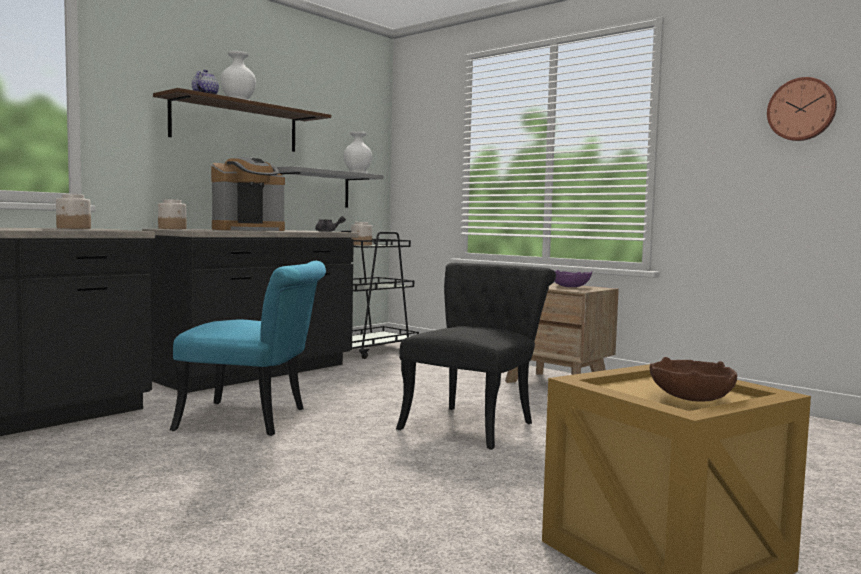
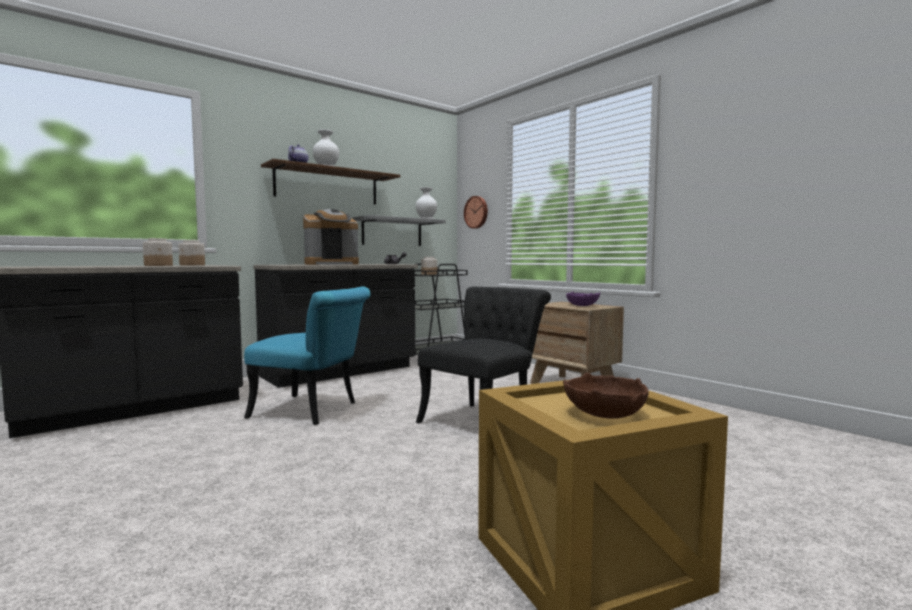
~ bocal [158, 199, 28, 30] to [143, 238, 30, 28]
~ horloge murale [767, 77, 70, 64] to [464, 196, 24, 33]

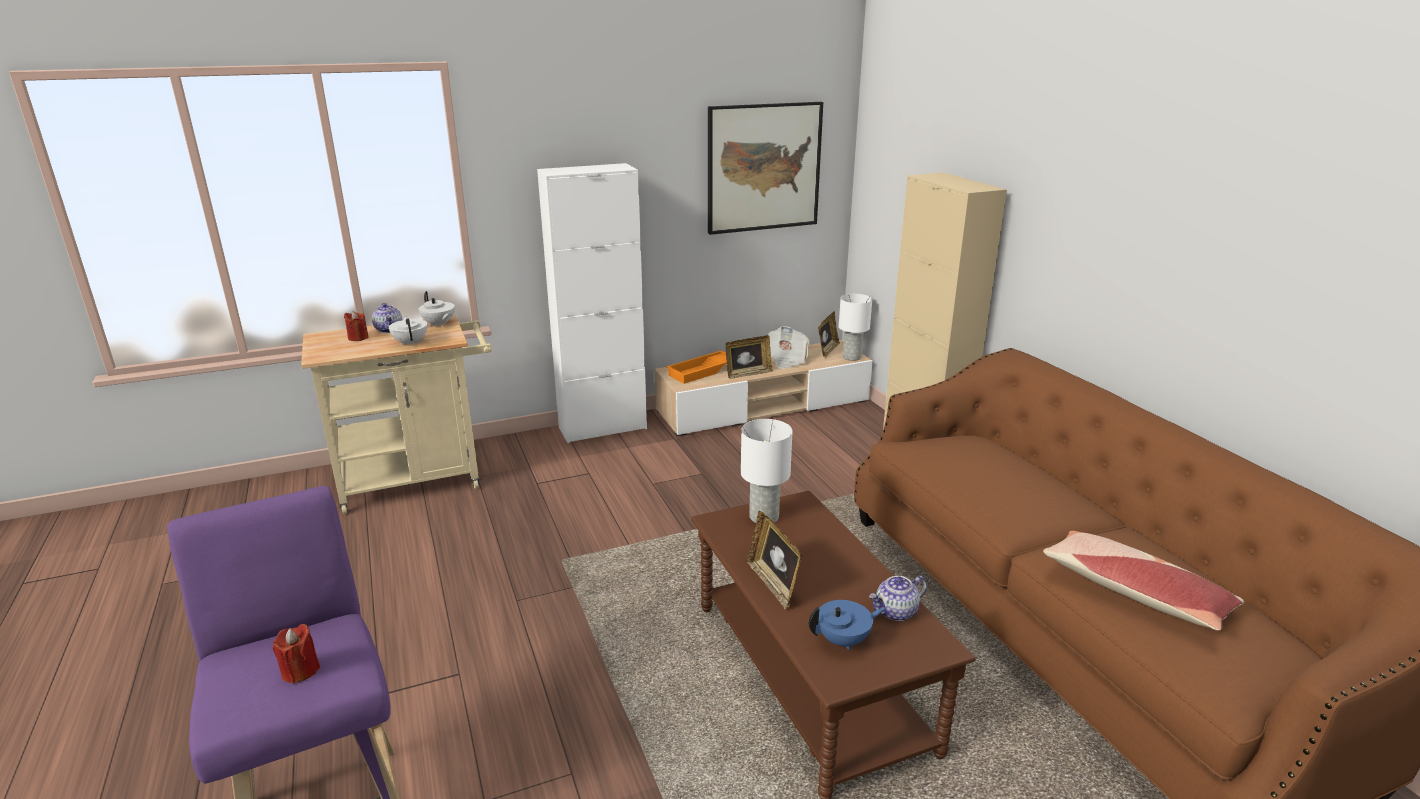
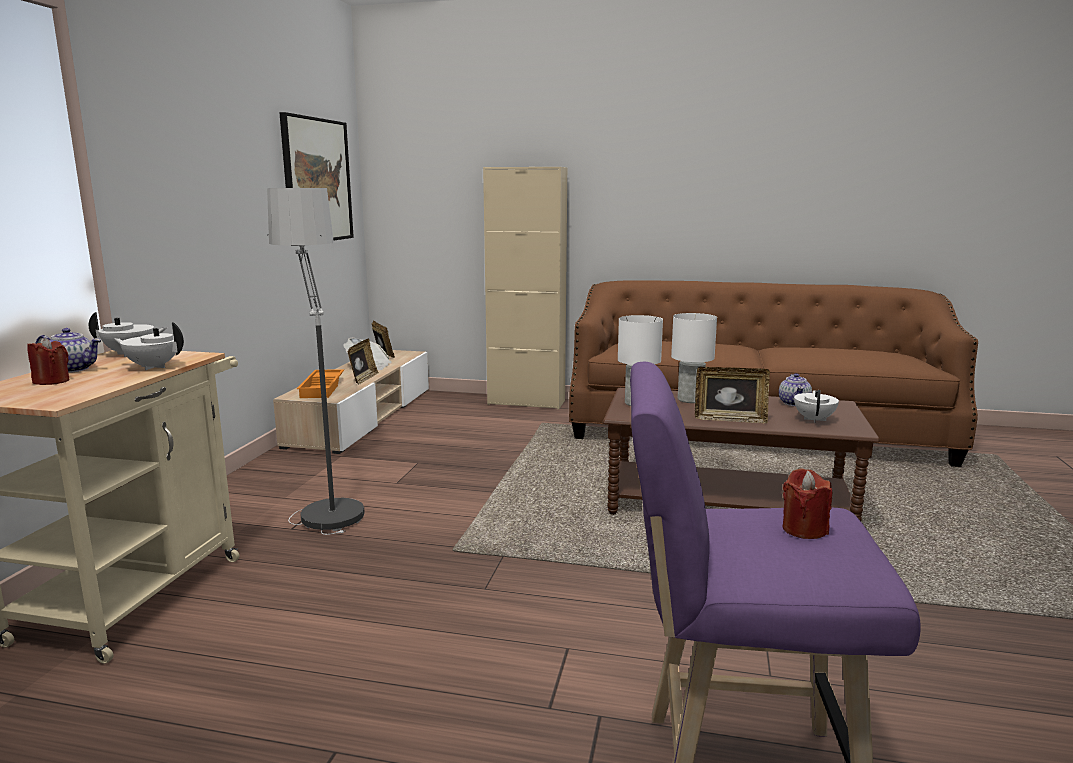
- meuble de rangement (blanc) [537, 163, 110, 280]
~ théière (bleu) [809, 600, 75, 50] to théière (blanc) [794, 390, 45, 33]
~ lampe de table (blanc) [839, 294, 33, 67] to [671, 313, 46, 90]
- coussin [1043, 531, 201, 99]
+ lampadaire [267, 188, 98, 347]

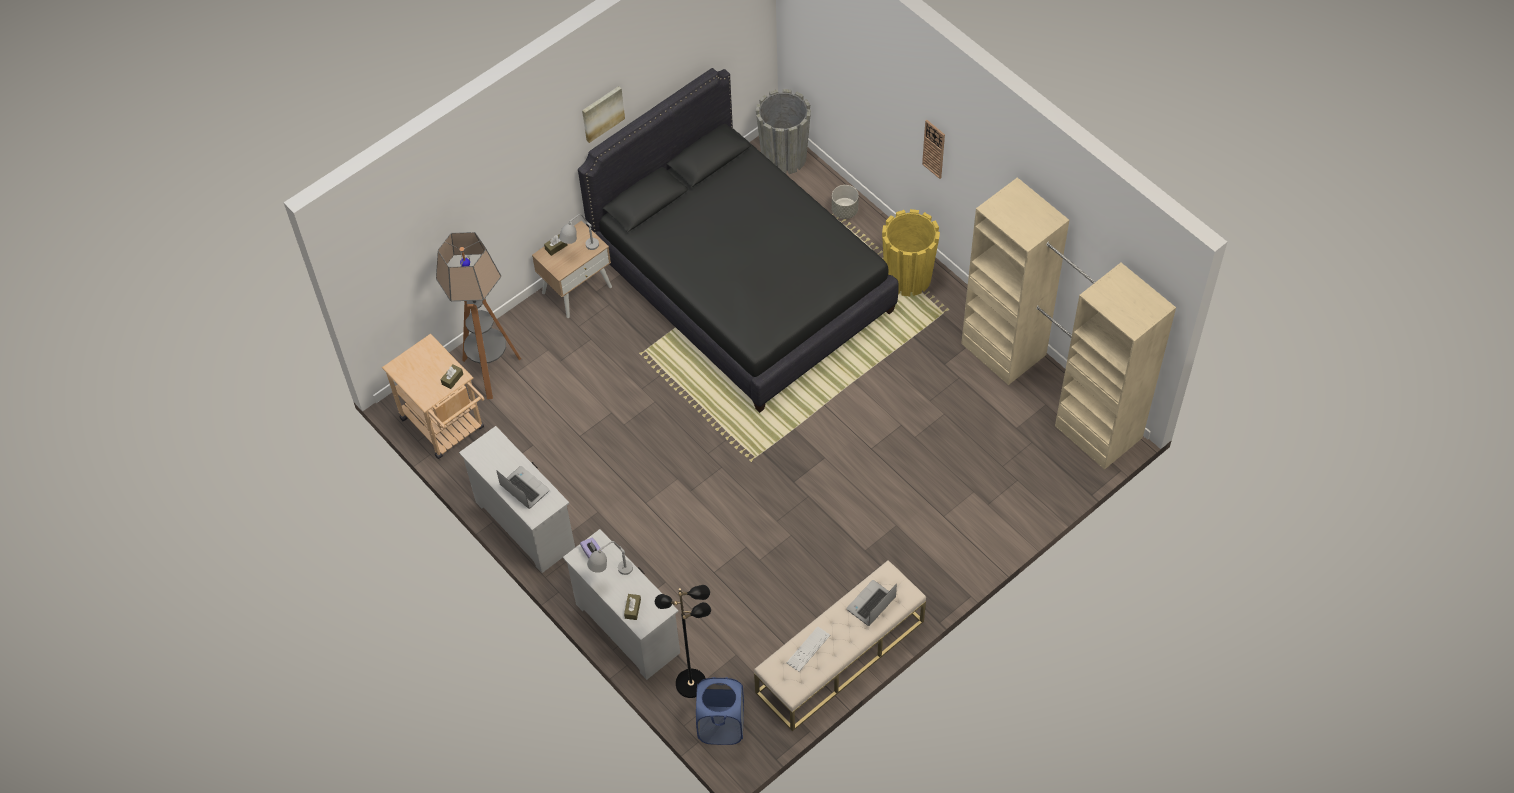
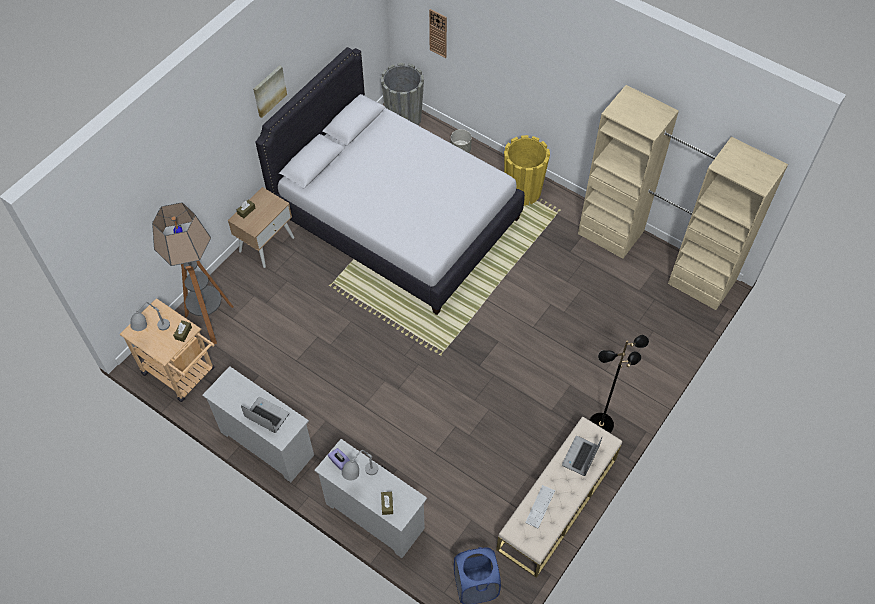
~ lampe de table (gris) [559, 214, 40, 36] to [130, 302, 40, 29]
~ lit (noir) [578, 68, 321, 345] to lit (blanc) [255, 47, 270, 268]
~ lampadaire (noir) [655, 585, 56, 113] to [590, 335, 59, 98]
~ horloge murale [922, 120, 23, 59] to [429, 9, 18, 49]

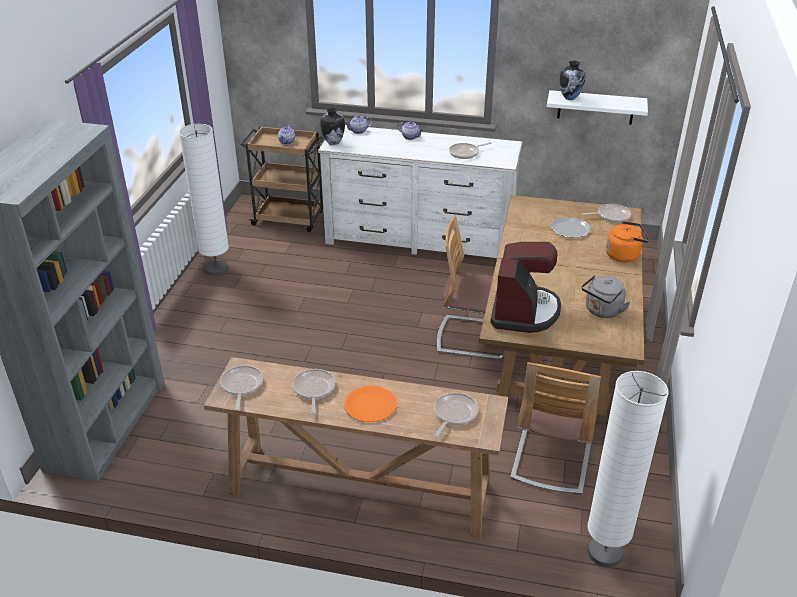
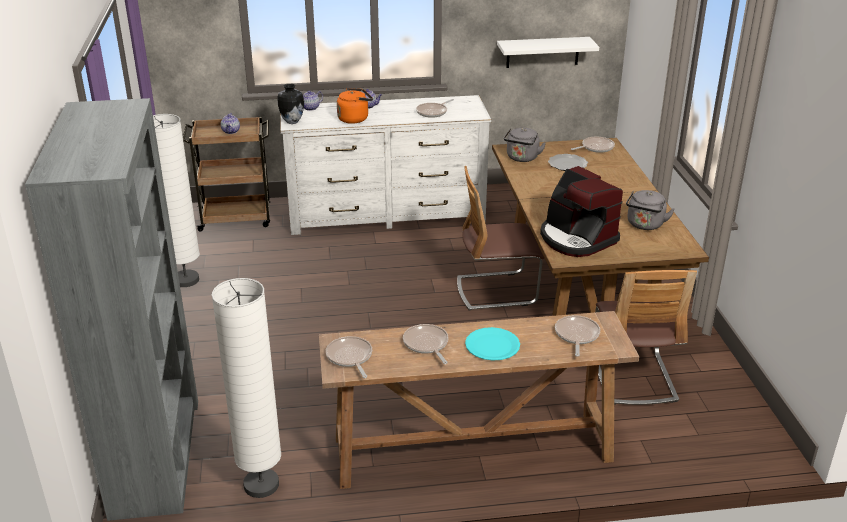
~ assiette (orange) [344, 386, 52, 36] to assiette (turquoise) [465, 327, 55, 34]
~ machine à café [490, 242, 71, 91] = [540, 166, 83, 91] 150 degrees clockwise
- vase [560, 61, 26, 39]
~ lampadaire (blanc) [588, 371, 81, 196] to [212, 278, 69, 220]
~ bouilloire (orange) [606, 221, 43, 41] to [337, 88, 36, 36]
+ bouilloire (gris) [504, 128, 42, 34]

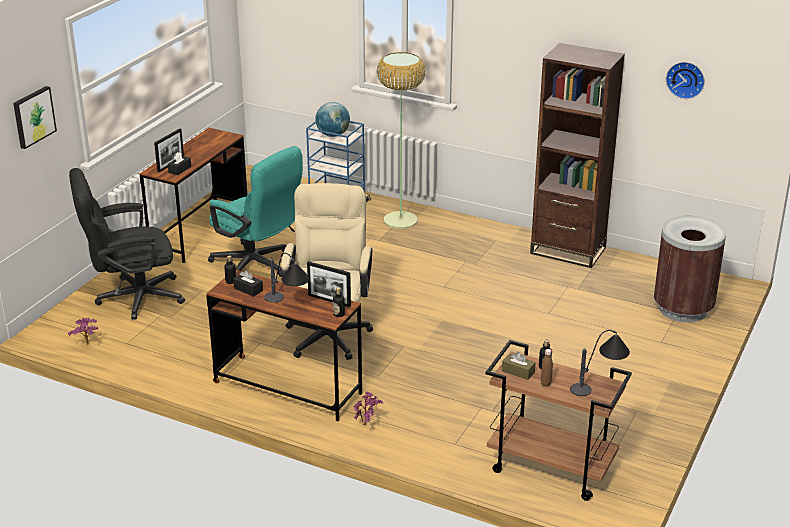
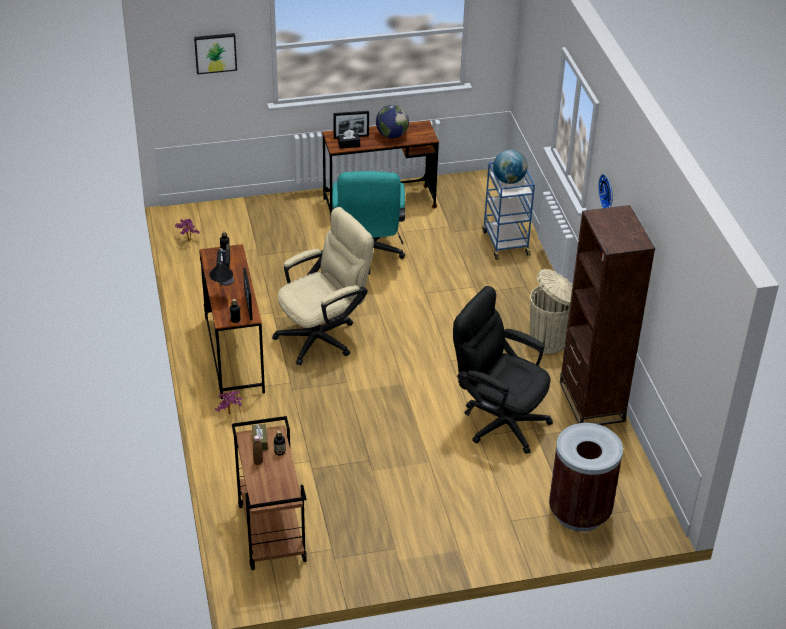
~ chaise de bureau (noir) [69, 168, 116, 152] to [453, 286, 100, 168]
- lampadaire [377, 52, 48, 177]
- lampe de table [570, 330, 60, 66]
~ horloge murale [666, 62, 39, 37] to [598, 174, 15, 34]
+ globe [376, 105, 33, 33]
+ poubelle (beige) [530, 269, 43, 85]

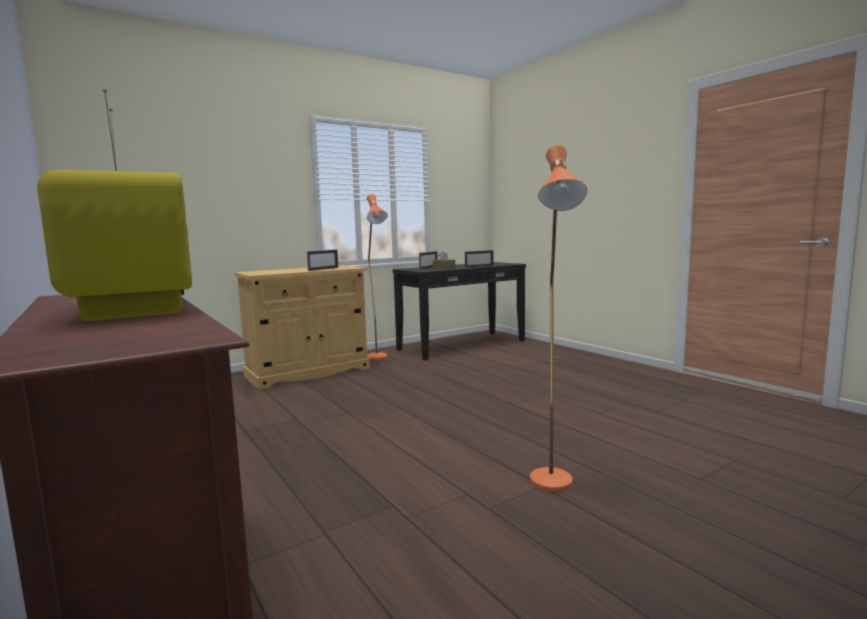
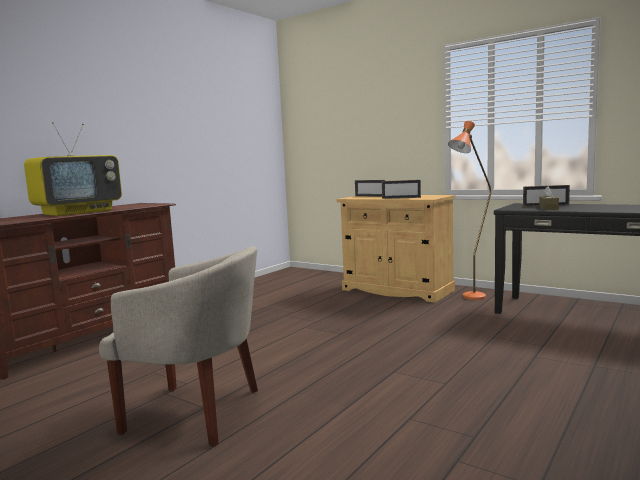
~ cadre photo [465, 250, 29, 18] to [355, 180, 30, 17]
~ lampadaire (orange) [530, 145, 57, 347] to fauteuil (beige) [99, 246, 159, 201]

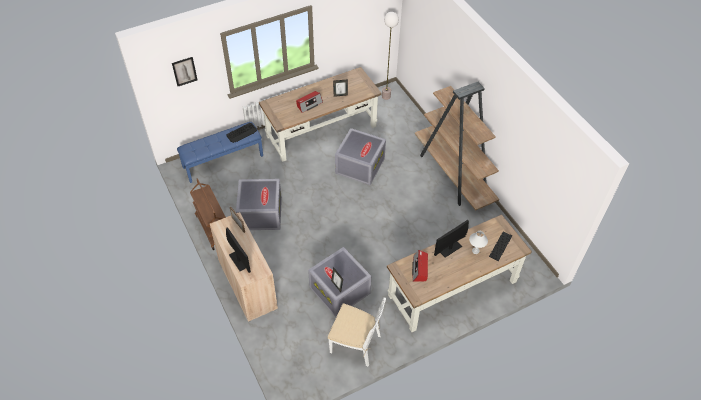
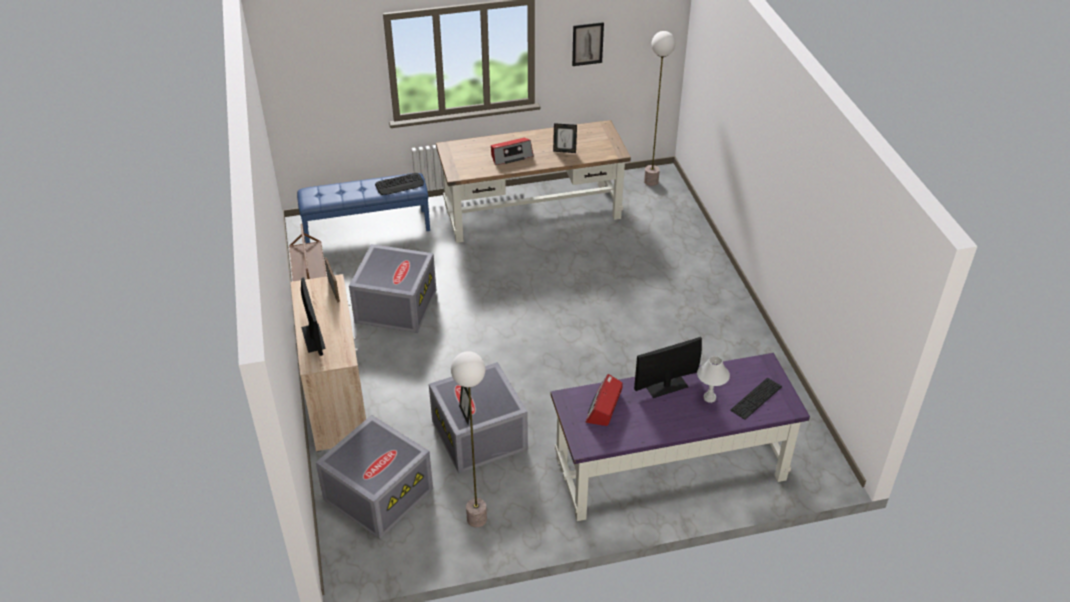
~ tableau [172, 57, 25, 29] to [572, 22, 32, 44]
~ chaise (blanc) [328, 298, 58, 69] to lampadaire [451, 351, 36, 177]
~ boîte de rangement (gris) [335, 128, 51, 57] to [316, 415, 117, 124]
~ bureau (marron) [387, 214, 145, 118] to bureau (violet) [551, 353, 259, 168]
- bibliothèque (marron) [415, 82, 84, 129]

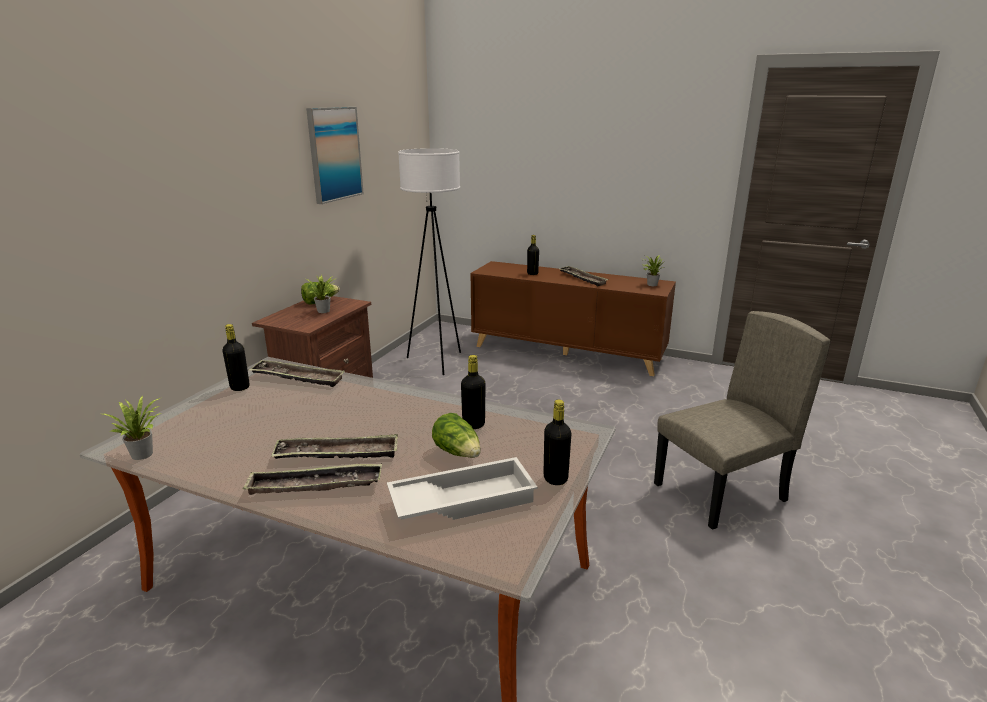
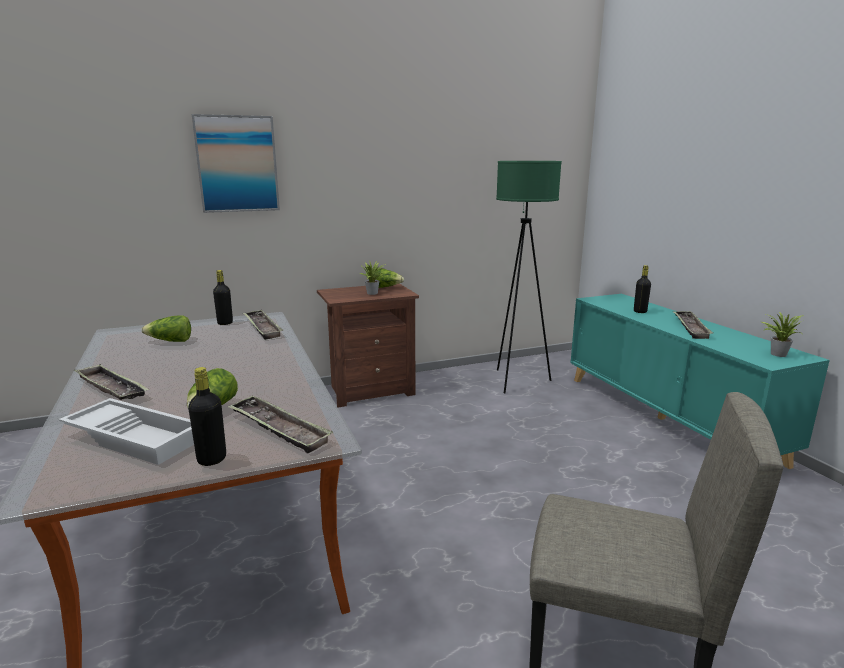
- plante en pot [103, 395, 58, 65]
~ plateau [271, 434, 127, 25] to [228, 395, 105, 58]
~ tableau [306, 107, 58, 97] to [192, 114, 88, 99]
~ lampadaire (blanc) [398, 148, 63, 227] to lampadaire (vert) [496, 161, 66, 232]
- bouteille (noir) [461, 355, 25, 74]
~ meuble de rangement (marron) [470, 261, 206, 115] to meuble de rangement (turquoise) [570, 294, 260, 175]
+ laitue [141, 315, 50, 27]

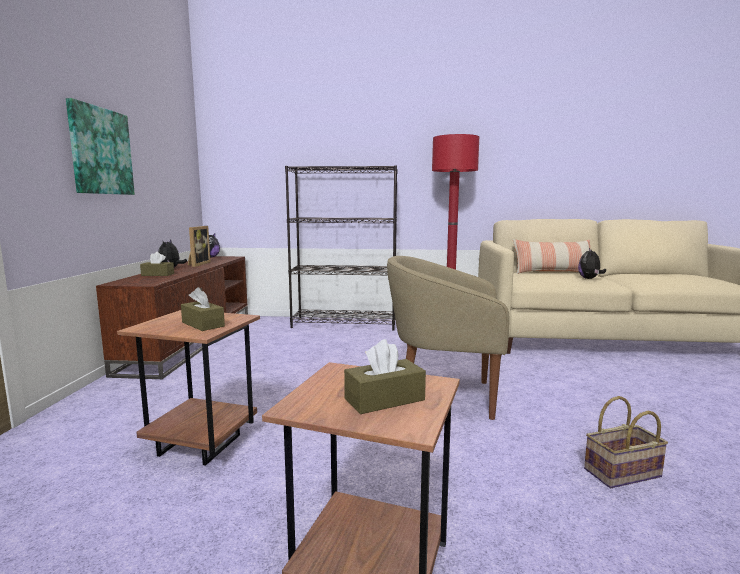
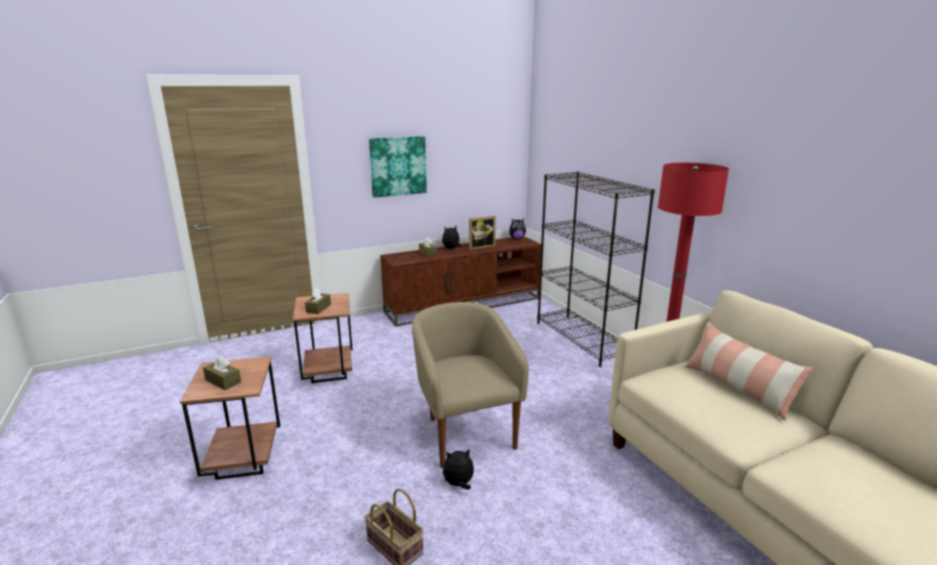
~ peluche [578, 248, 28, 31] to [442, 448, 32, 42]

